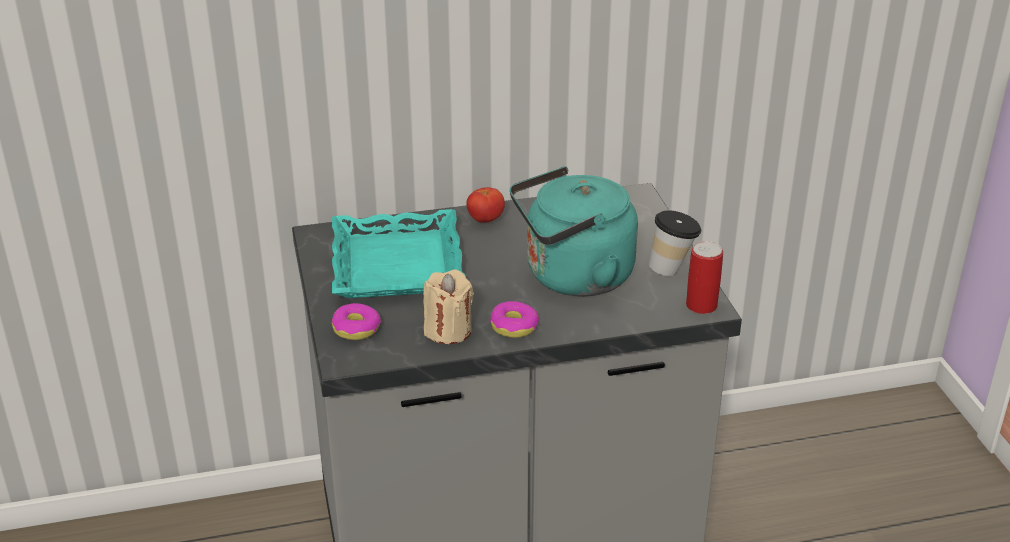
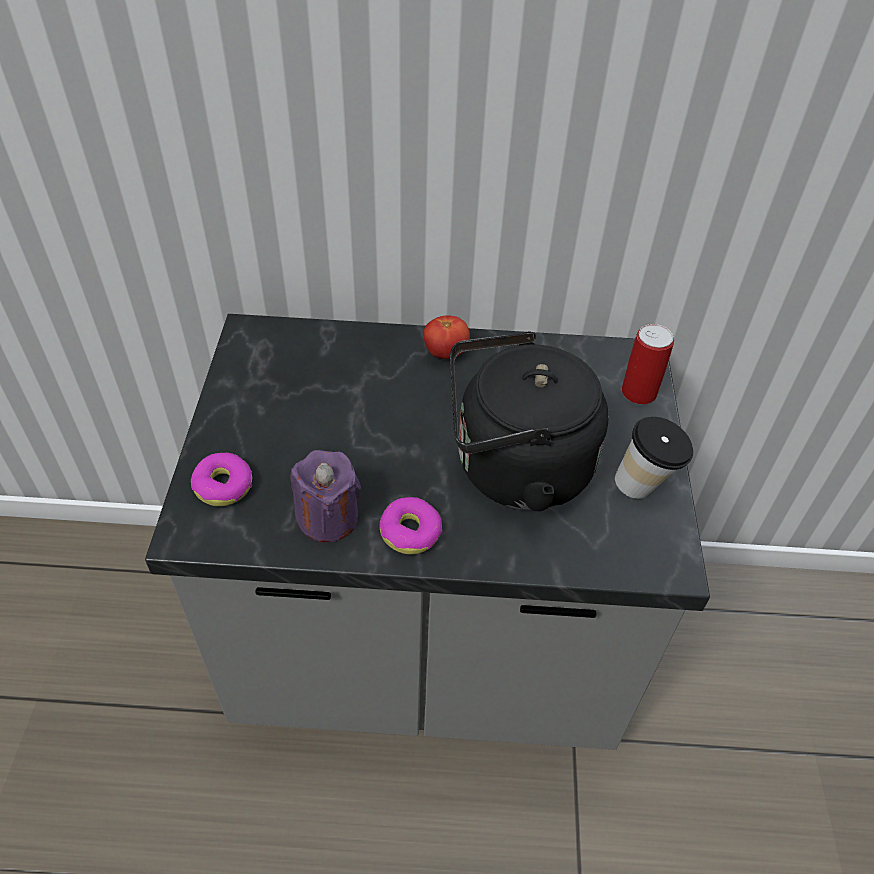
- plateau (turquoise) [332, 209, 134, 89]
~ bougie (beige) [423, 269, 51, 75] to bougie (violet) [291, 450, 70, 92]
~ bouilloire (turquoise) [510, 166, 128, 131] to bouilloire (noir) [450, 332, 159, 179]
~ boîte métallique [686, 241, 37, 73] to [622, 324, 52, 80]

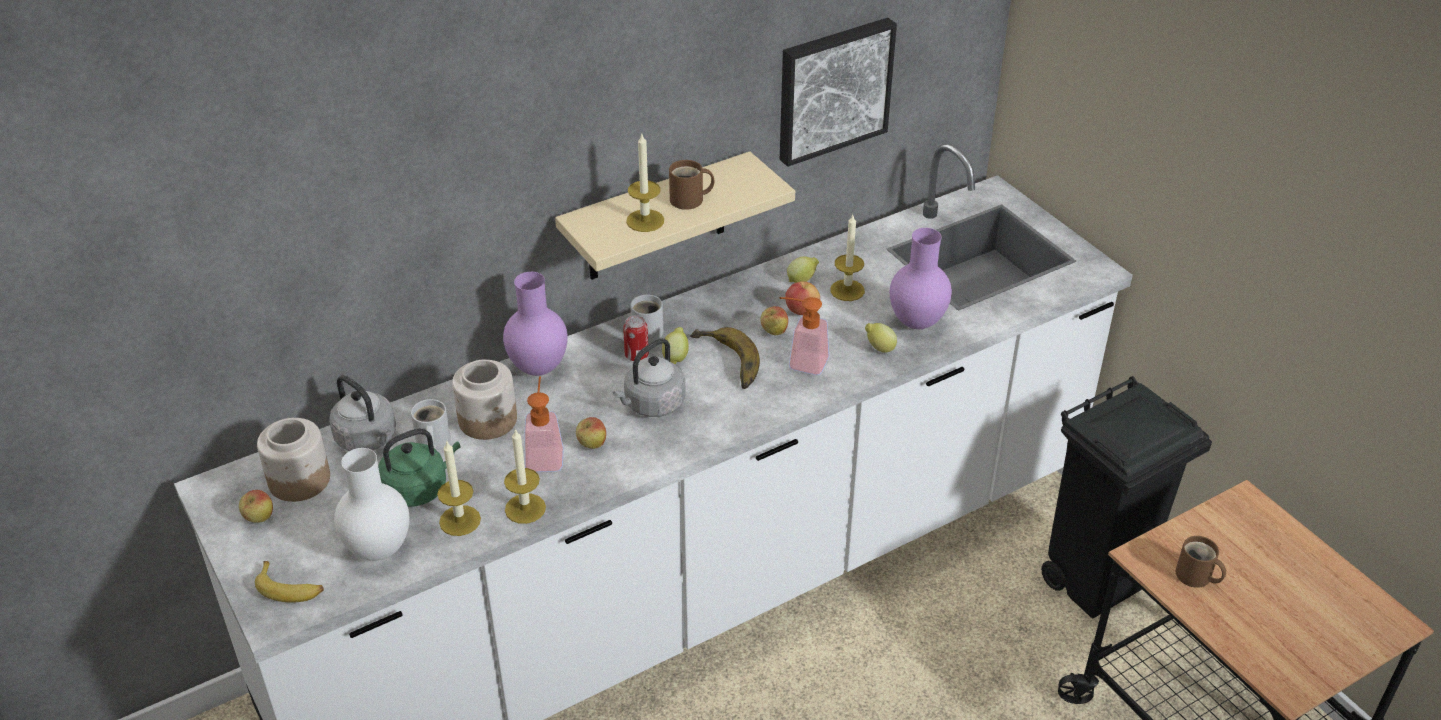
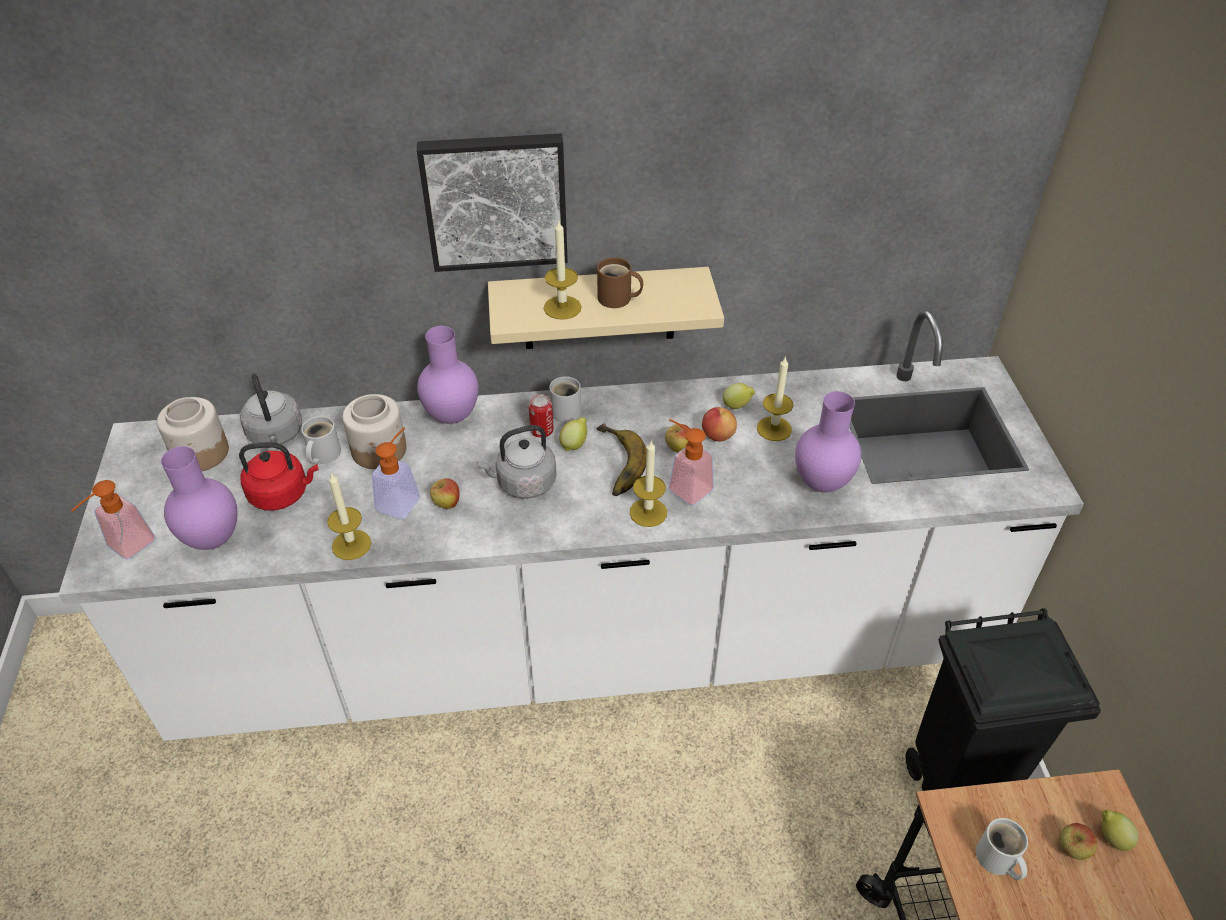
~ pomme [239, 490, 34, 33] to [1059, 823, 38, 37]
~ banane [255, 561, 69, 41] to distributeur de savon [71, 480, 84, 80]
~ vase (blanc) [334, 448, 75, 113] to vase (violet) [161, 446, 77, 104]
~ bouilloire (vert) [378, 429, 83, 78] to bouilloire (rouge) [239, 442, 80, 69]
~ bougie [437, 442, 44, 94] to [630, 441, 37, 86]
~ tableau [780, 18, 117, 149] to [417, 133, 151, 139]
~ citron [865, 323, 32, 30] to [1102, 810, 36, 41]
~ mug (marron) [1176, 536, 50, 52] to mug (blanc) [976, 818, 52, 62]

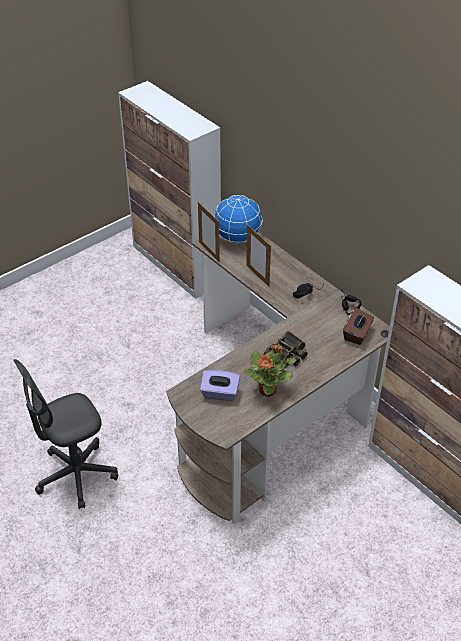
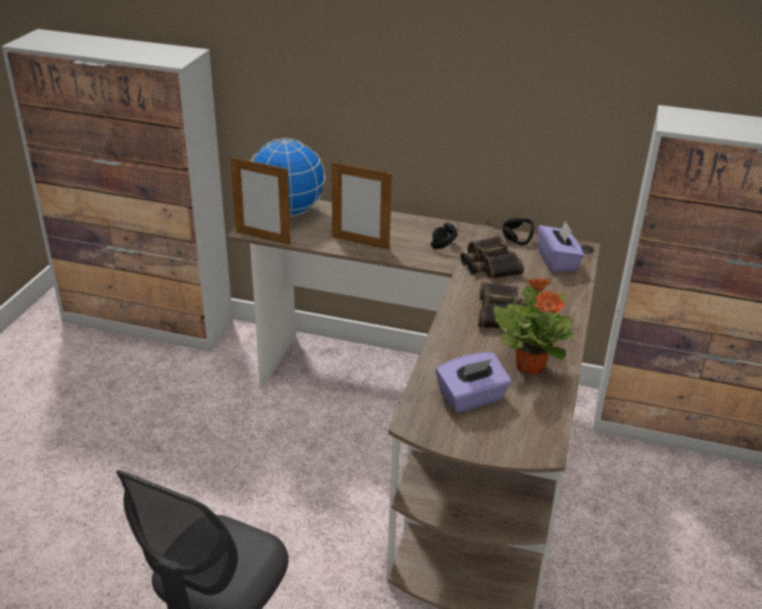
~ boîte à mouchoirs (marron) [343, 308, 31, 37] to boîte à mouchoirs (violet) [537, 220, 47, 52]
+ jumelles [460, 236, 64, 43]

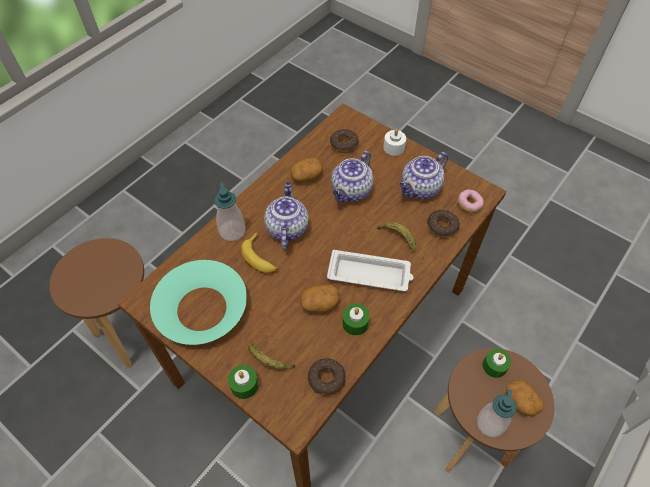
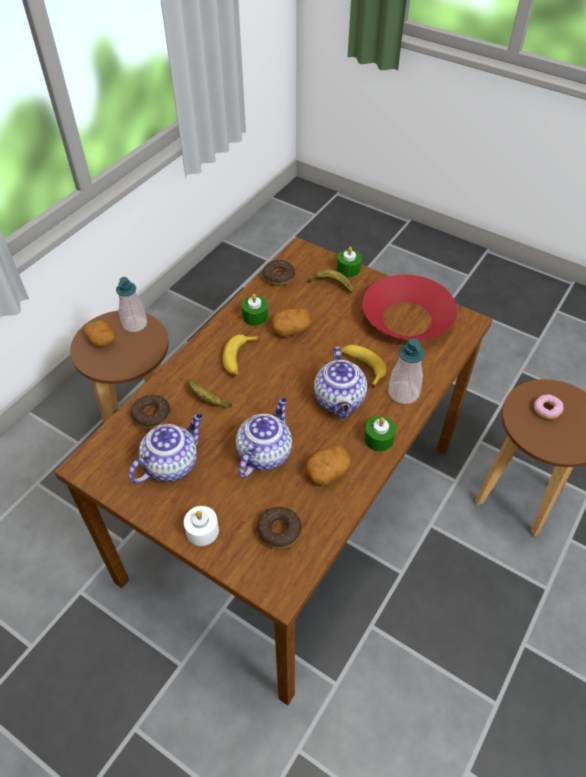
~ bol (turquoise) [150, 260, 97, 85] to bol (rouge) [362, 275, 95, 65]
~ plateau (blanc) [327, 249, 87, 42] to banane [223, 334, 37, 43]
~ beignet [458, 189, 26, 24] to [534, 394, 30, 25]
~ bougie (vert) [483, 349, 28, 29] to [364, 416, 32, 36]

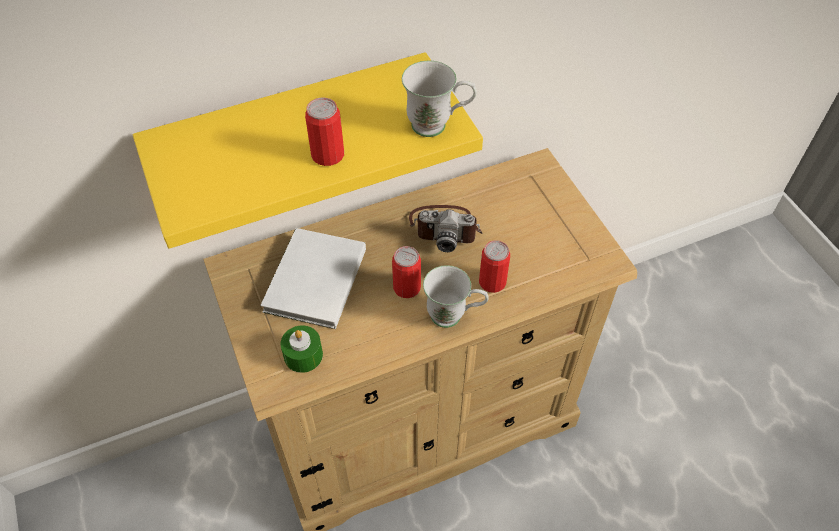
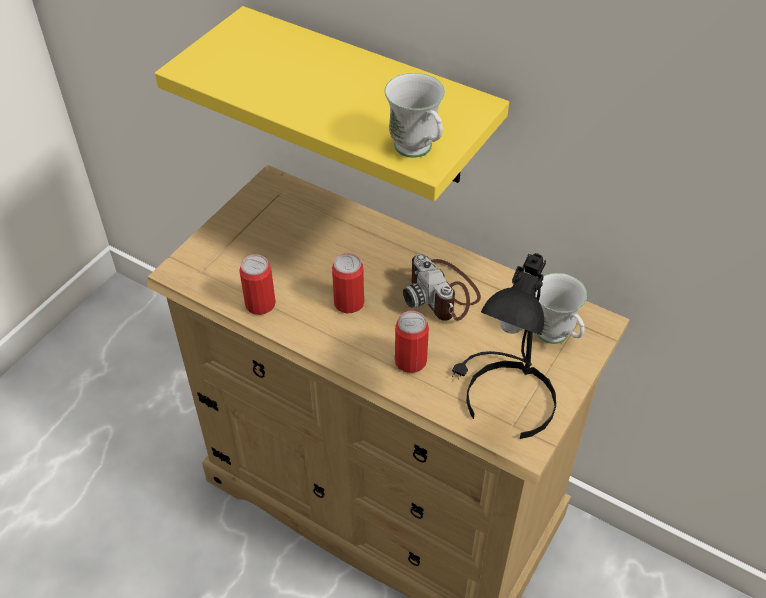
- livre (blanc) [260, 228, 106, 101]
- bougie (vert) [280, 325, 43, 48]
~ boîte métallique [305, 98, 39, 68] to [239, 254, 37, 61]
~ mug (blanc) [423, 265, 66, 63] to [535, 273, 52, 71]
+ lampe de table (noir) [452, 253, 104, 186]

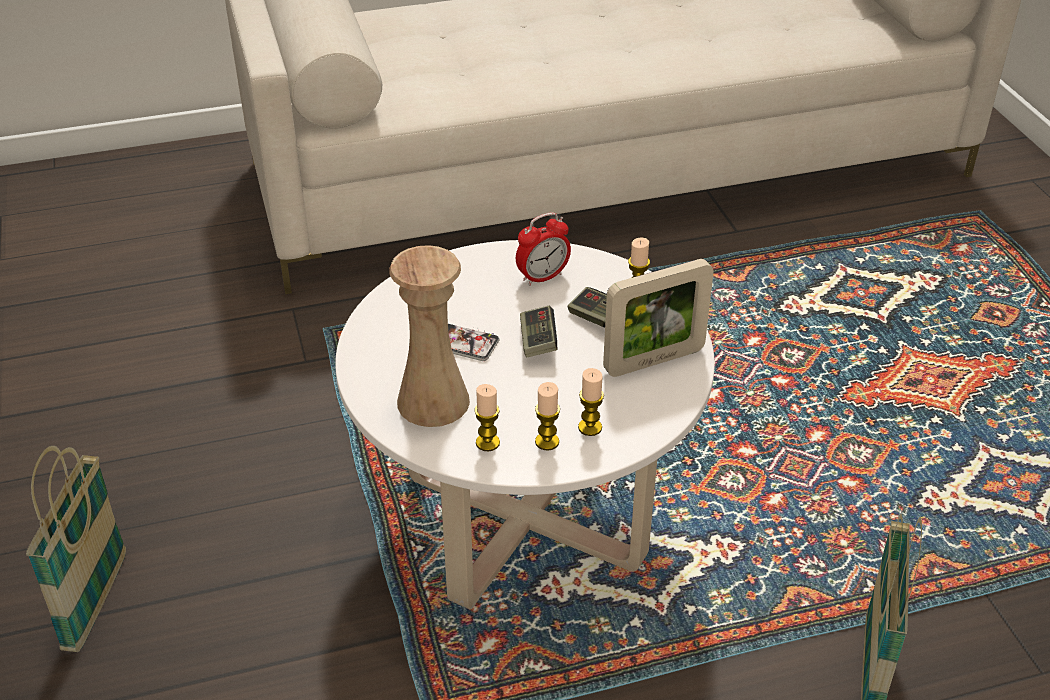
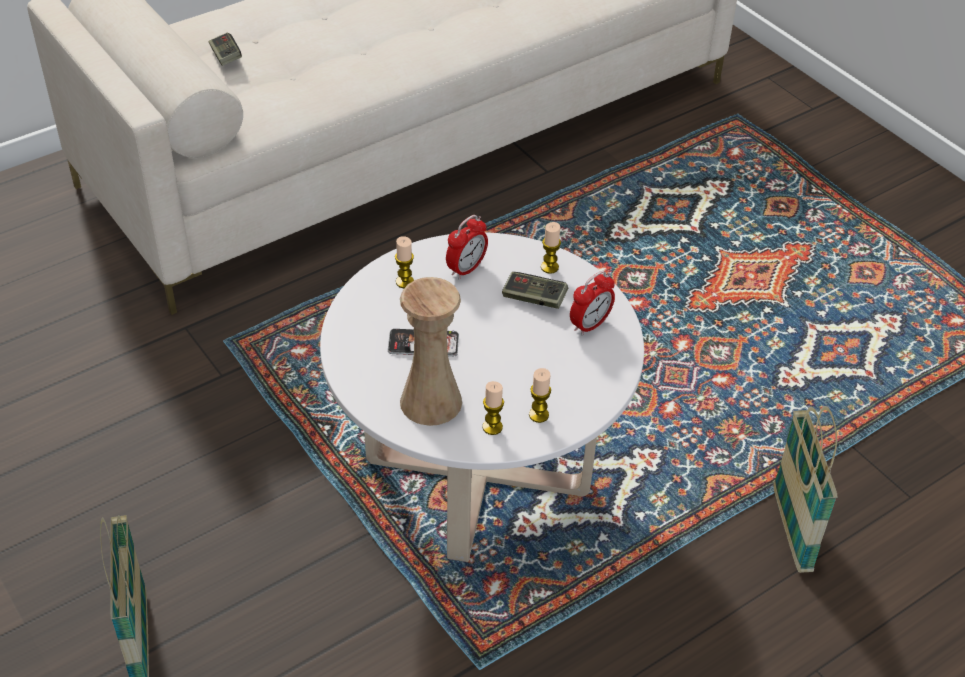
~ manette [520, 306, 37, 52] to [209, 32, 33, 34]
~ bougie [578, 368, 26, 68] to [395, 236, 19, 52]
~ cadre photo [603, 259, 111, 118] to réveil [570, 271, 45, 65]

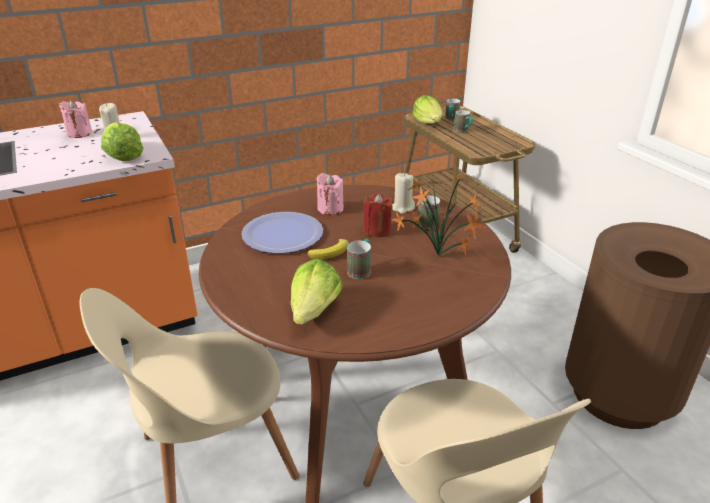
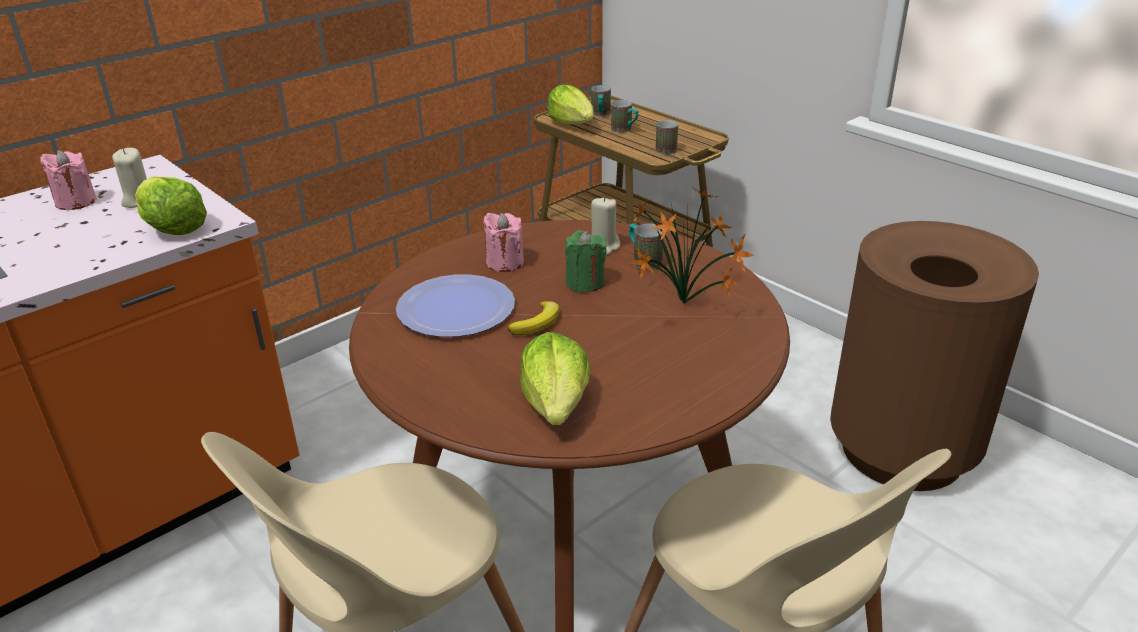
~ mug [347, 239, 24, 40] to [655, 119, 23, 35]
~ bougie (rouge) [363, 193, 30, 44] to bougie (vert) [565, 230, 41, 62]

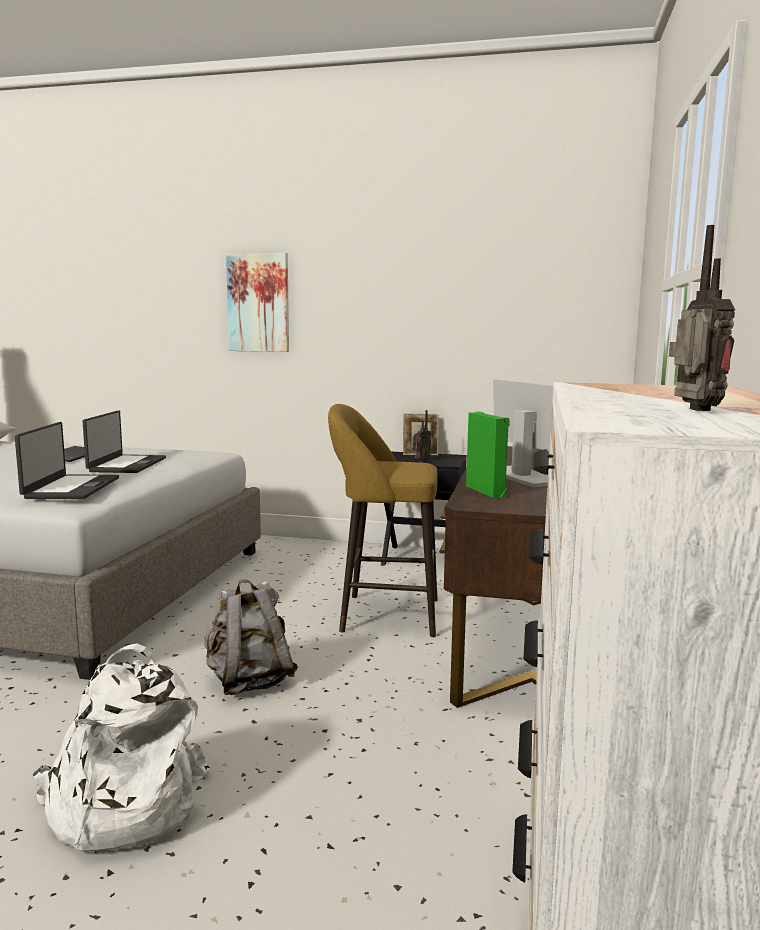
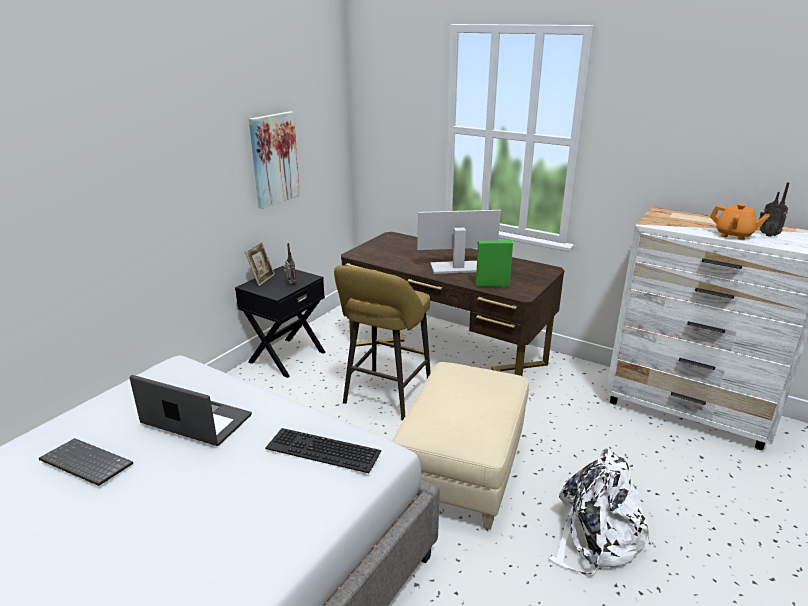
~ ordinateur portable [15, 422, 104, 77] to clavier [265, 428, 116, 45]
~ sac à dos (gris) [204, 580, 94, 115] to pouf (beige) [392, 362, 137, 168]
~ tableau [226, 253, 63, 99] to [249, 111, 51, 98]
~ radio [669, 225, 66, 186] = [759, 182, 30, 55] 150 degrees counterclockwise
+ théière (orange) [710, 204, 60, 36]

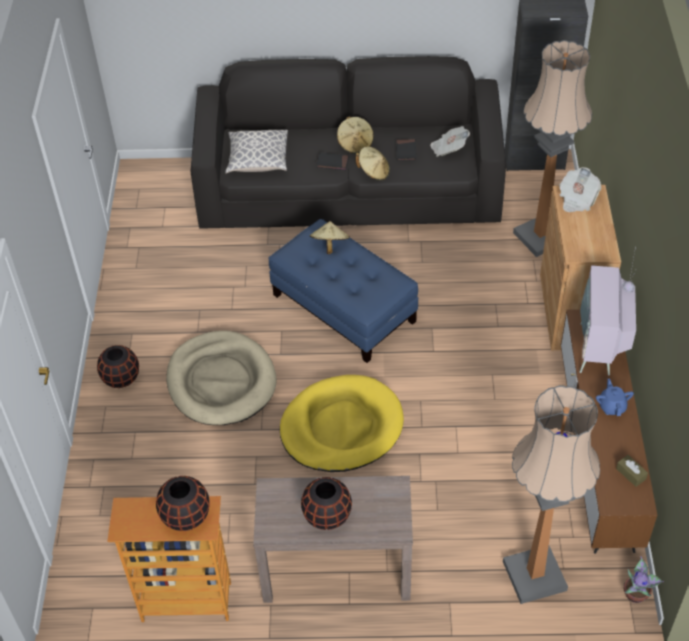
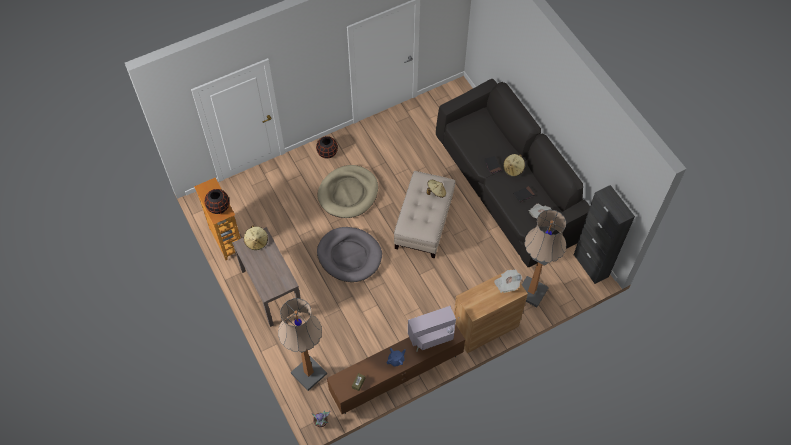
- coussin [225, 130, 63, 43]
~ pouf (bleu) [269, 219, 149, 144] to pouf (beige) [394, 171, 61, 87]
~ panier pour chien (jaune) [280, 375, 124, 97] to panier pour chien (gris) [317, 227, 65, 55]
- vase (noir) [301, 477, 51, 53]
~ chapeau (beige) [356, 147, 34, 34] to [244, 225, 24, 25]

